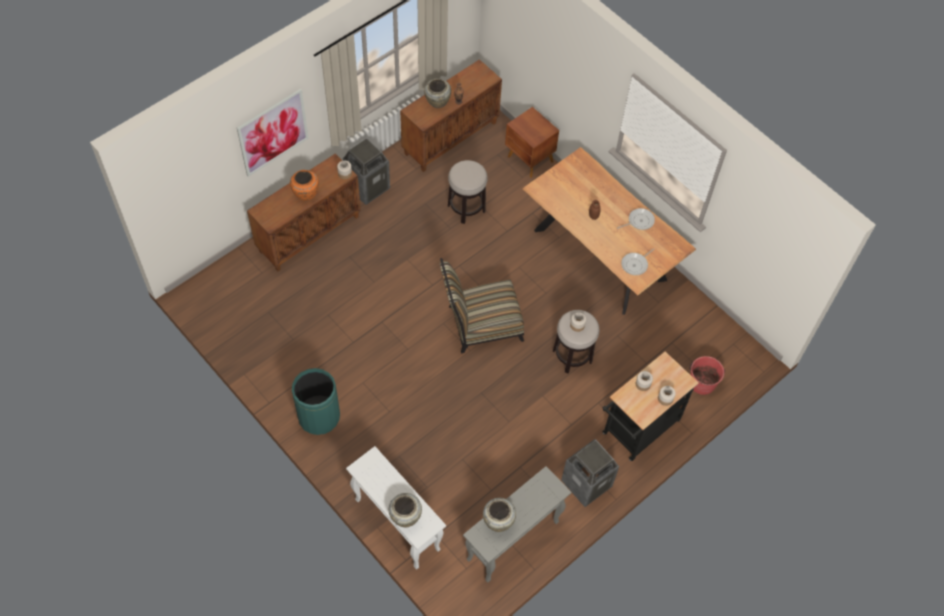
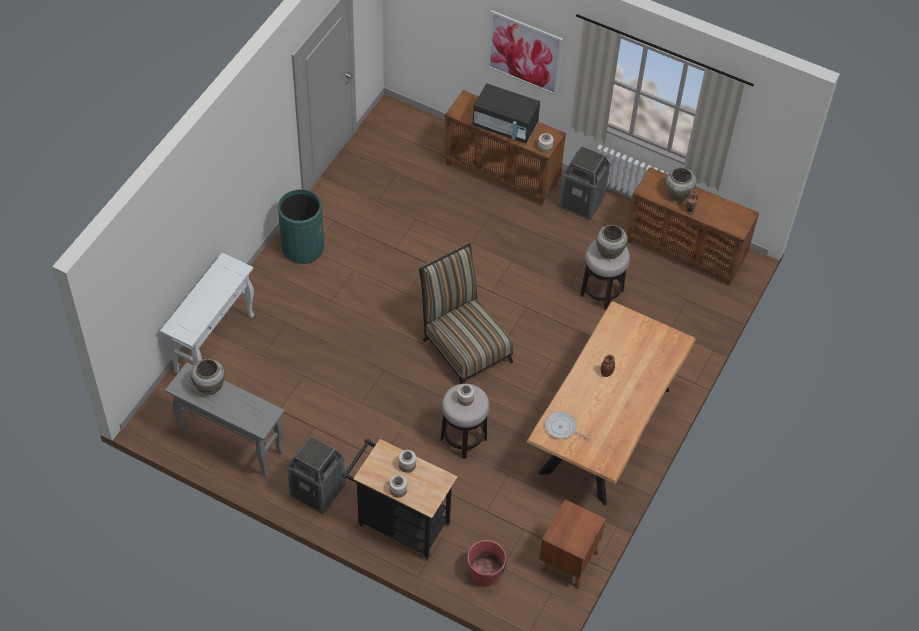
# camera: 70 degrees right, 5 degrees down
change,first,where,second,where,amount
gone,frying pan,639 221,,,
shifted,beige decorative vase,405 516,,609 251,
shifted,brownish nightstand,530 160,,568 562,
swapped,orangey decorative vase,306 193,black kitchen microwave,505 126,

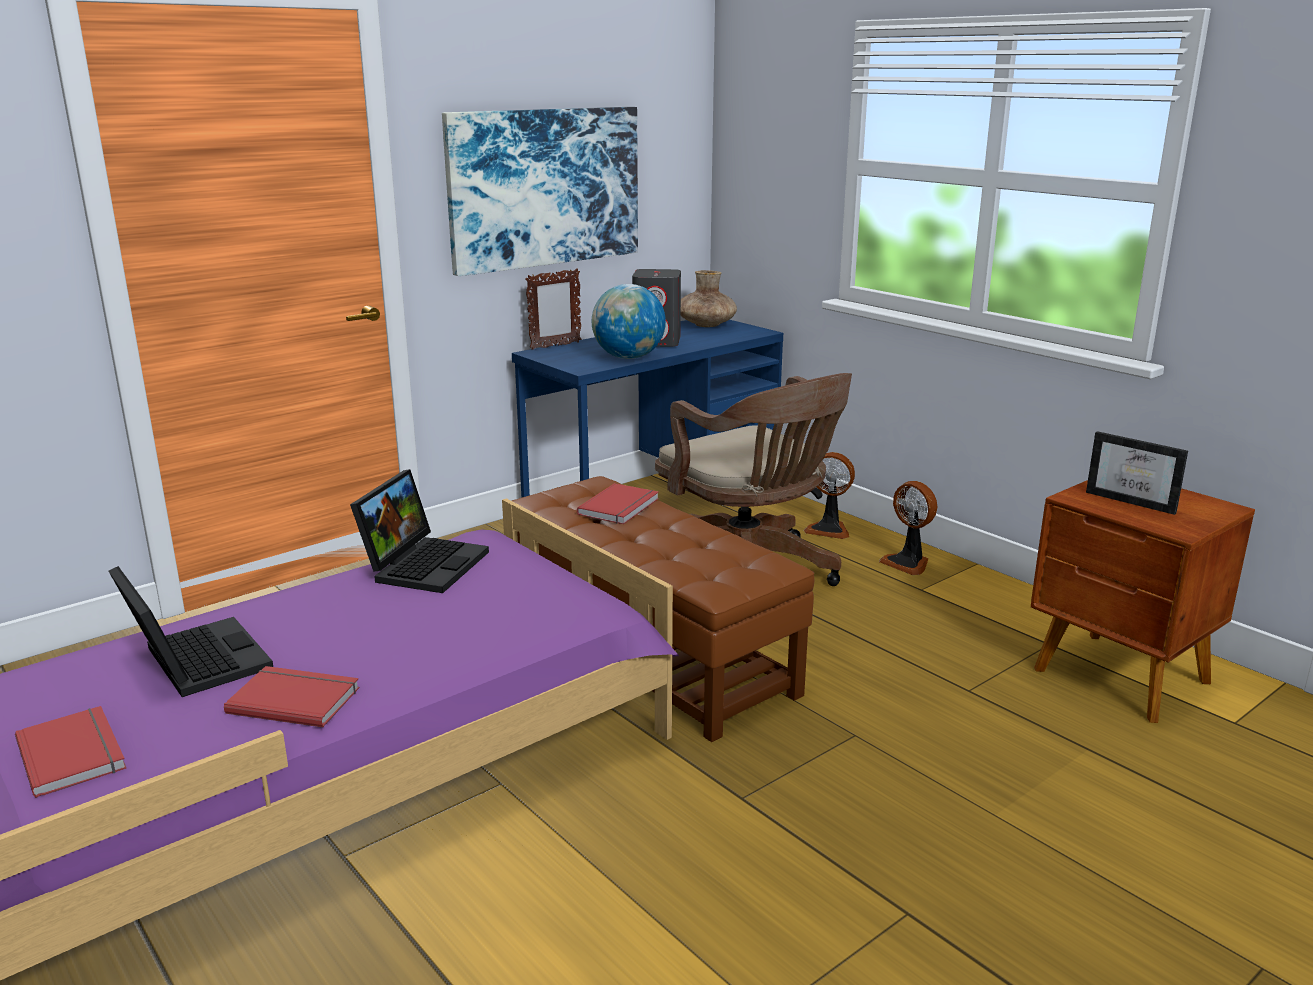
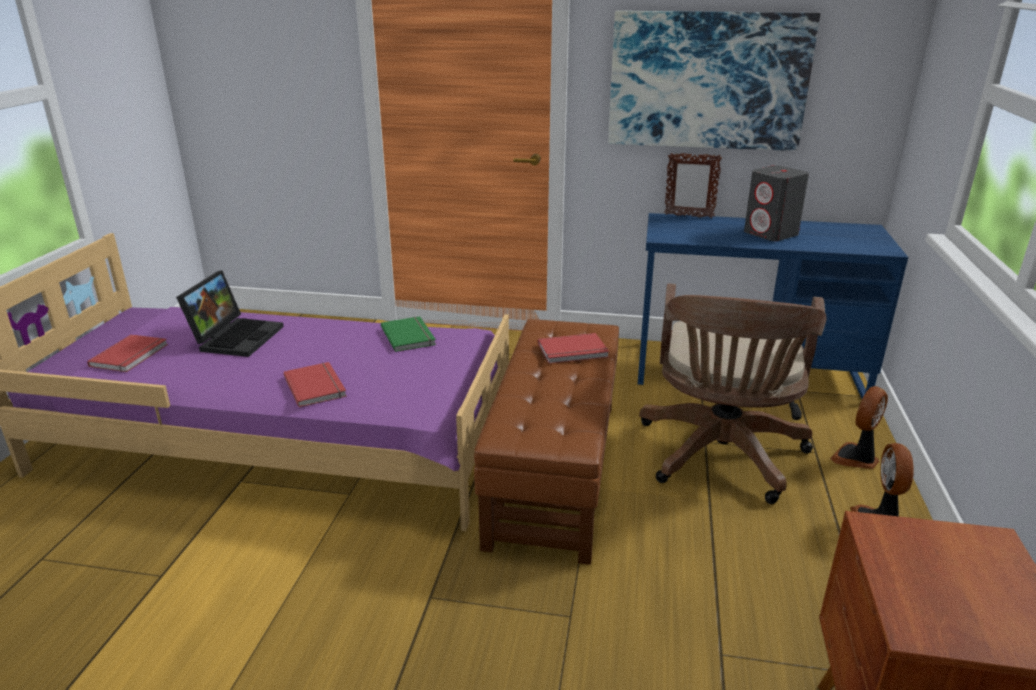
# camera: 50 degrees right, 5 degrees up
change,first,where,second,where,amount
gone,desk globe,628 357,,,
gone,brownish decorative vase,706 325,,,
gone,photo frame,1135 501,,,
shifted,red-coloured volume,295 699,,317 386,
swapped,portable computer,424 564,green volume,410 336,
rotated,electric fan,829 529,,856 458,60 degrees clockwise

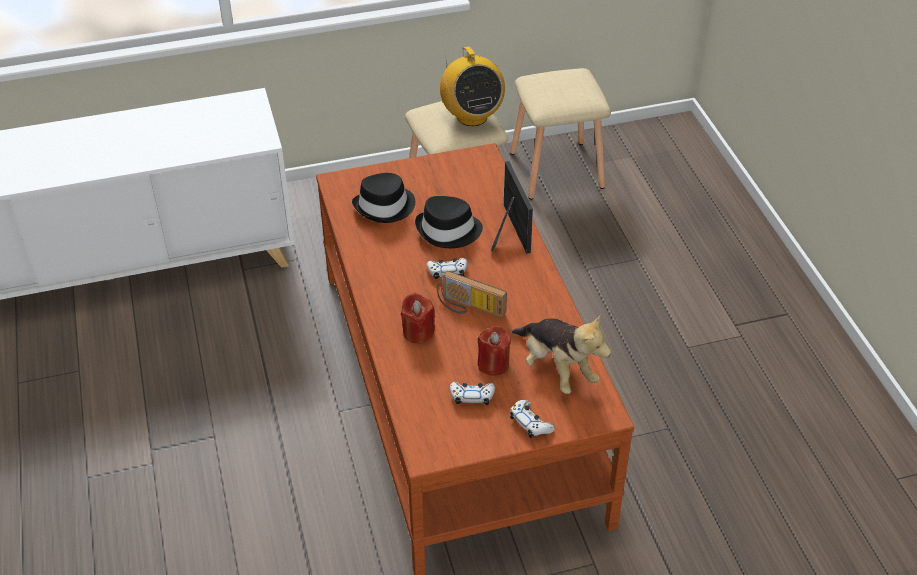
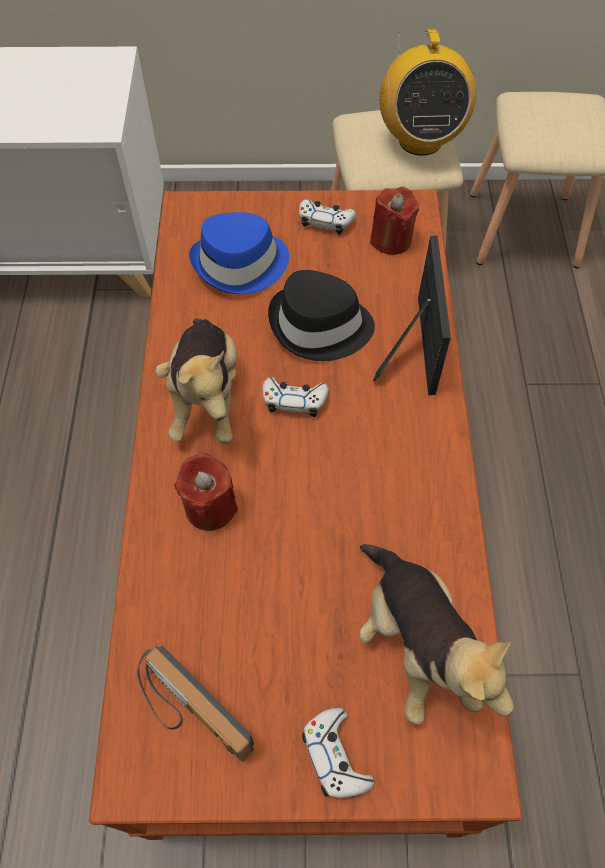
# camera: 15 degrees right, 15 degrees up
change,first,where,second,where,amount
new,,,plush toy,206 397,
shifted,radio set,469 308,,190 716,
shifted,whitish gamepad,472 396,,326 221,
shifted,red-coloured wax light,493 364,,391 240,
repainted,black hat,385 206,blue hat,241 264,

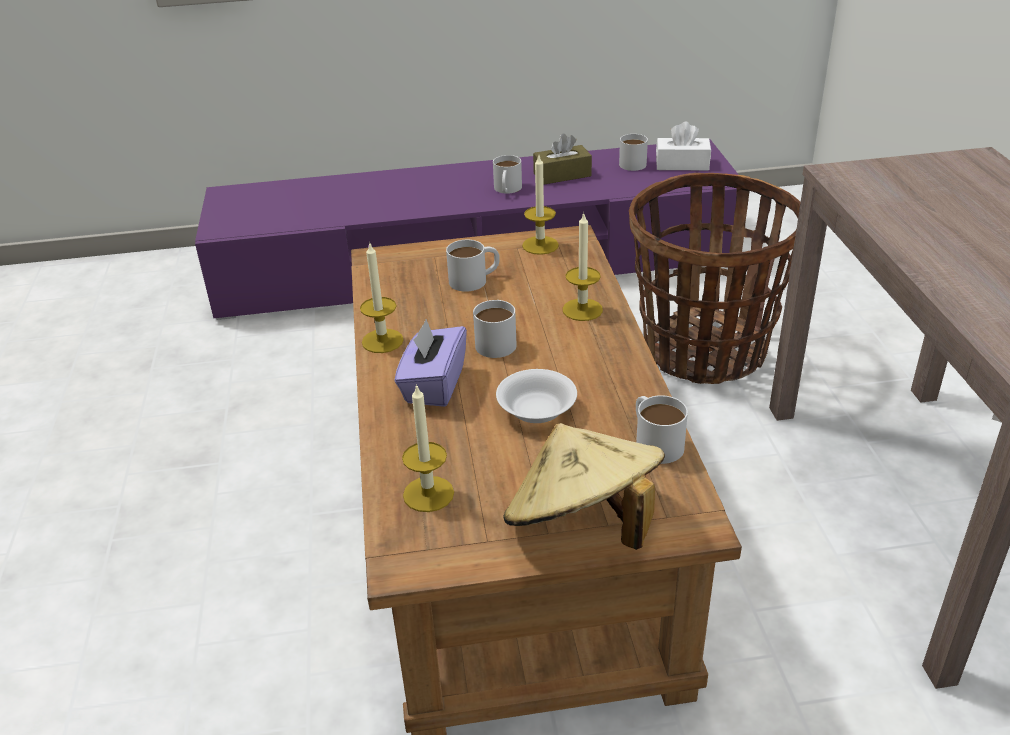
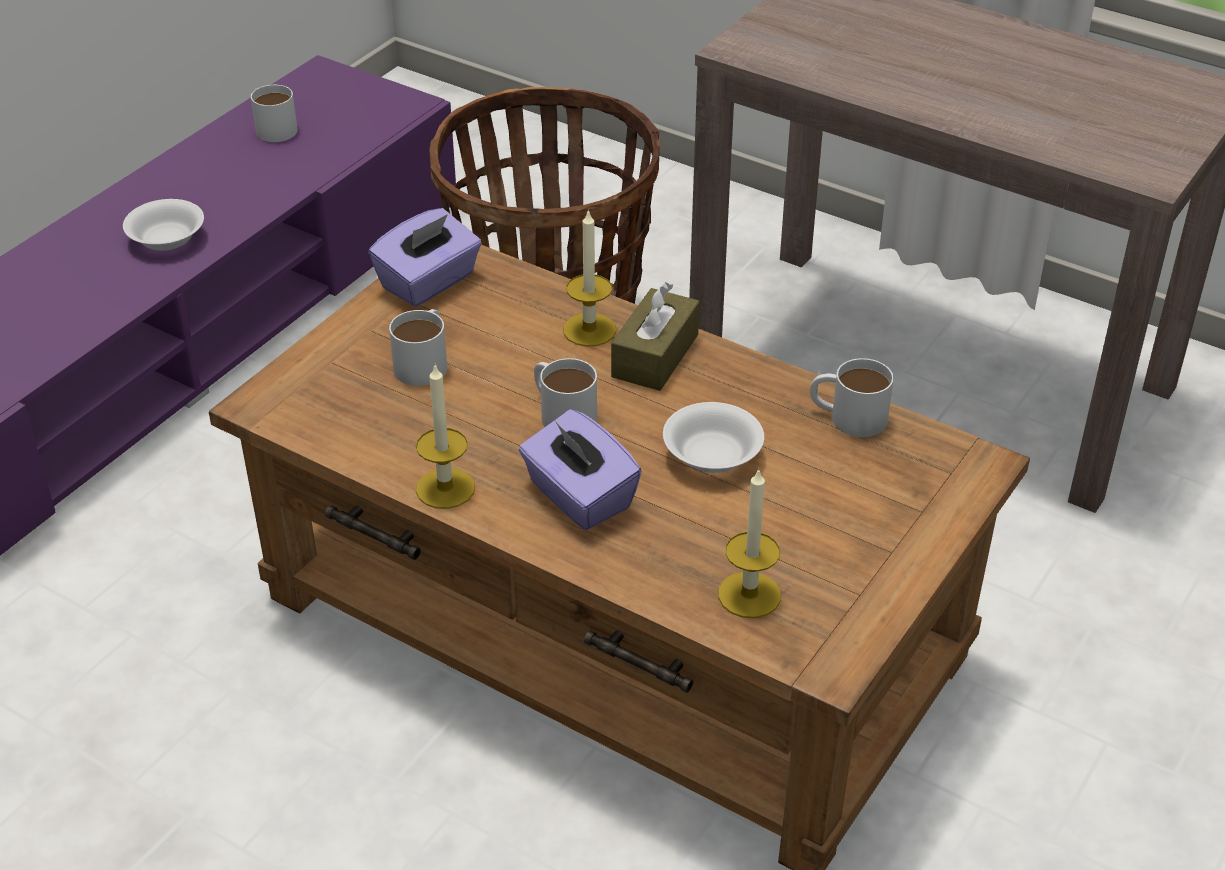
# camera: 50 degrees left, 5 degrees up
change,first,where,second,where,amount
gone,beige hat,583 525,,,
gone,whitish tissue holder,682 164,,,
shifted,brownish tissue holder,562 175,,655 356,
swapped,whitish coffee mug,507 189,whitish serving bowl,168 239,
swapped,wax light,540 245,purplish tissue holder,429 282,

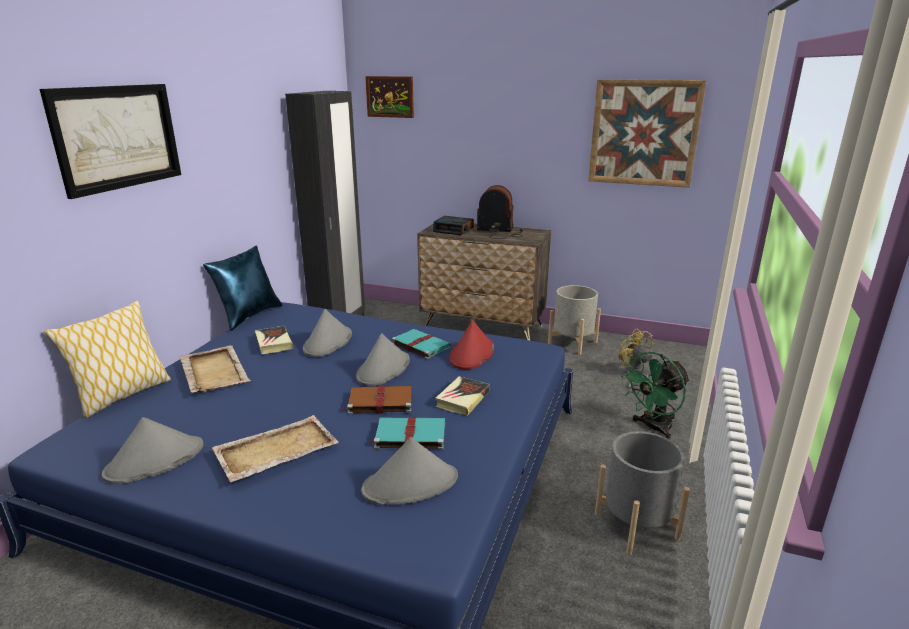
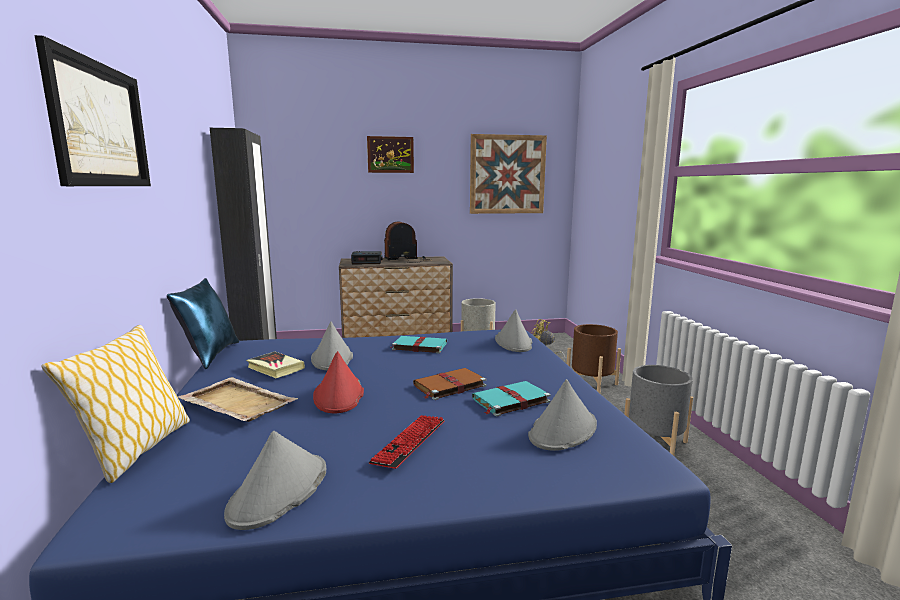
# camera: 30 degrees left, 10 degrees down
change,first,where,second,where,amount
gone,volume,462 399,,,
shifted,greyish hat,383 369,,513 342,
shifted,wall picture,390 97,,390 154,
shifted,red-coloured hat,472 354,,339 395,
swapped,beige serving tray,275 450,PC keyboard,409 442,
swapped,green electric fan,652 428,brownish flower pot,591 384,

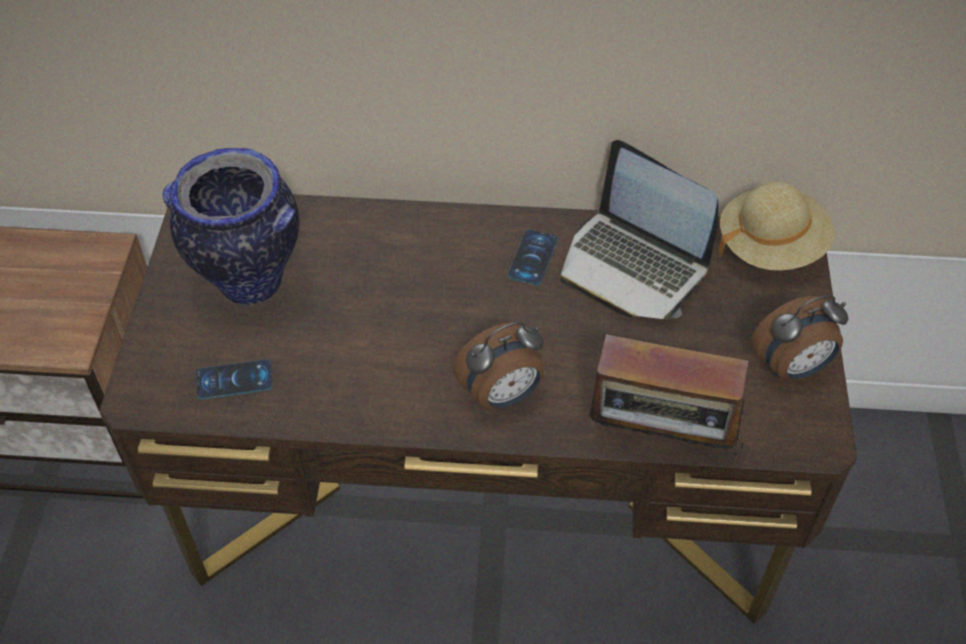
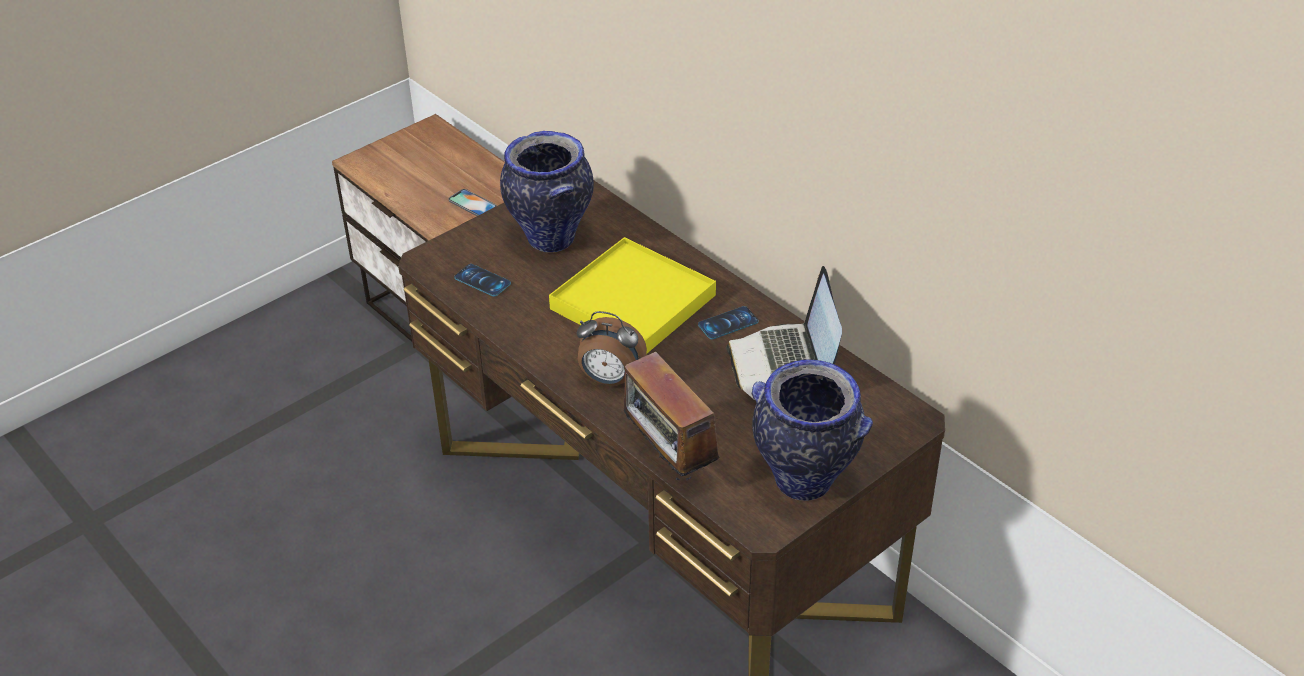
# camera: 45 degrees right, 10 degrees down
change,first,where,second,where,amount
gone,beige hat,771 246,,,
new,,,phone,472 204,
new,,,yellow serving tray,632 302,
swapped,table clock,791 368,decorative vase,805 482,

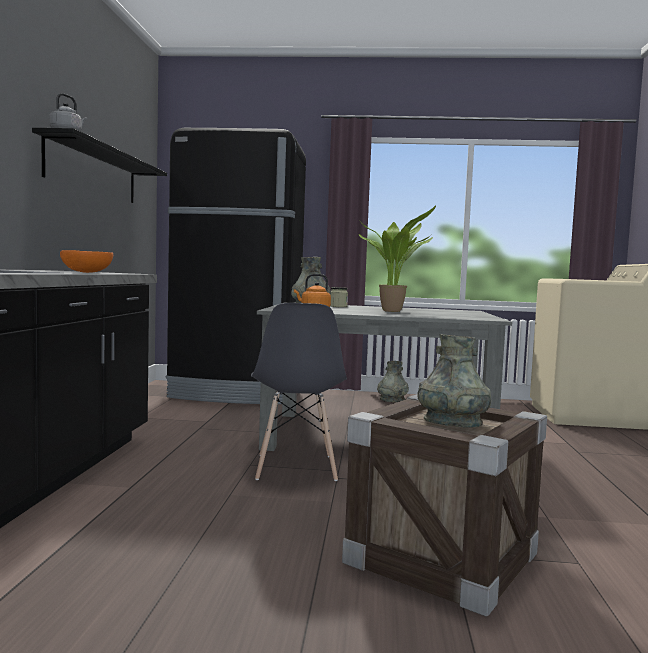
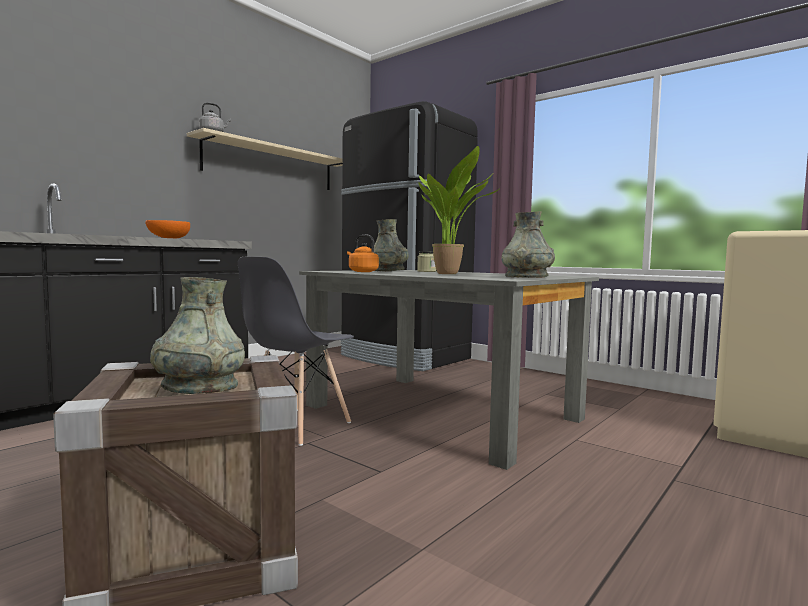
# camera: 35 degrees right, 0 degrees up
change,first,where,second,where,amount
shifted,greyish decorative vase,392 399,,526 277,
repainted,black shelf,94 172,beige shelf,271 166,

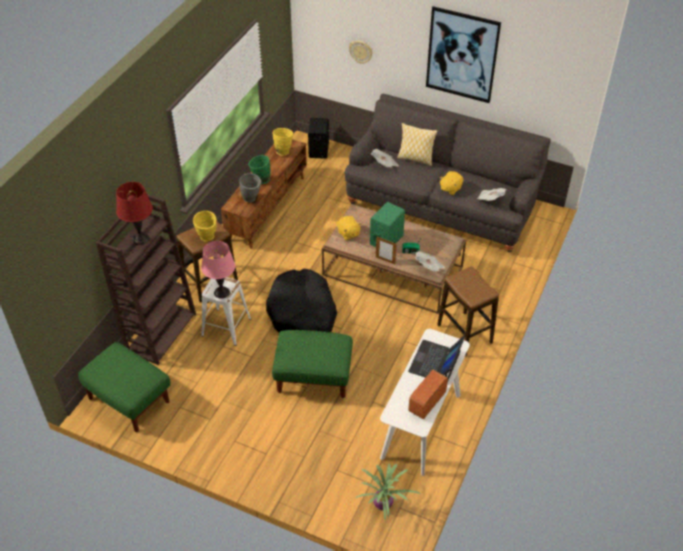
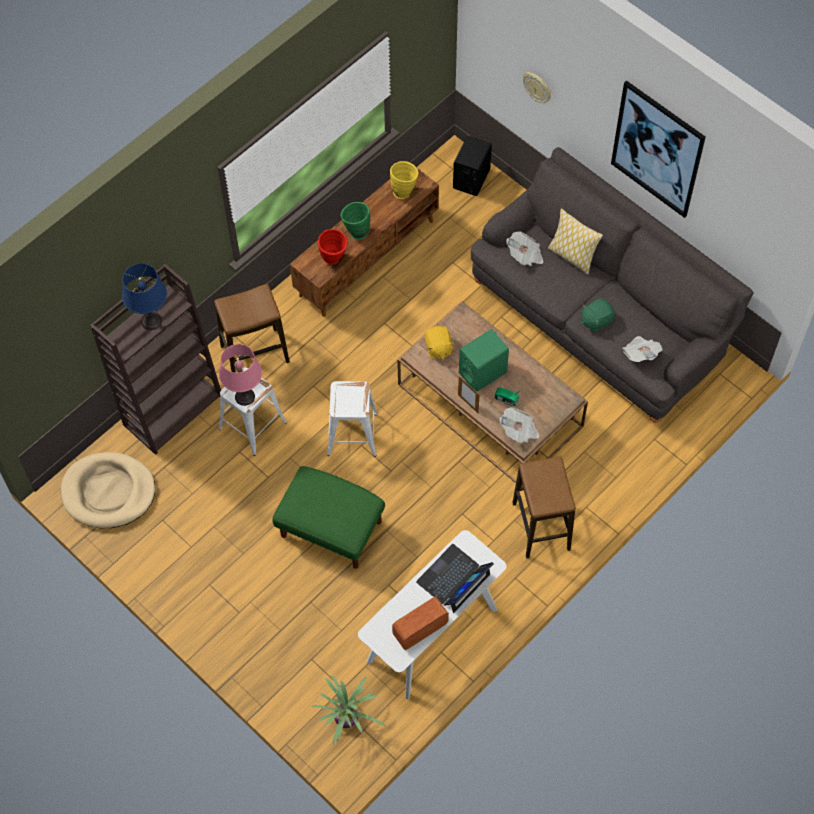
# camera: 20 degrees right, 15 degrees up
change,first,where,second,where,amount
gone,yellow decorative vase,207 239,,,
swapped,green pouffe,129 400,beige dog cushion,108 492,
swapped,black dog cushion,302 313,whitish stool seat,351 434,
repainted,red-coloured tabletop lamp,141 239,blue tabletop lamp,151 321,
repainted,greyish decorative vase,252 199,red-coloured decorative vase,334 260,
repainted,yellow plush toy,450 188,green plush toy,596 320,

